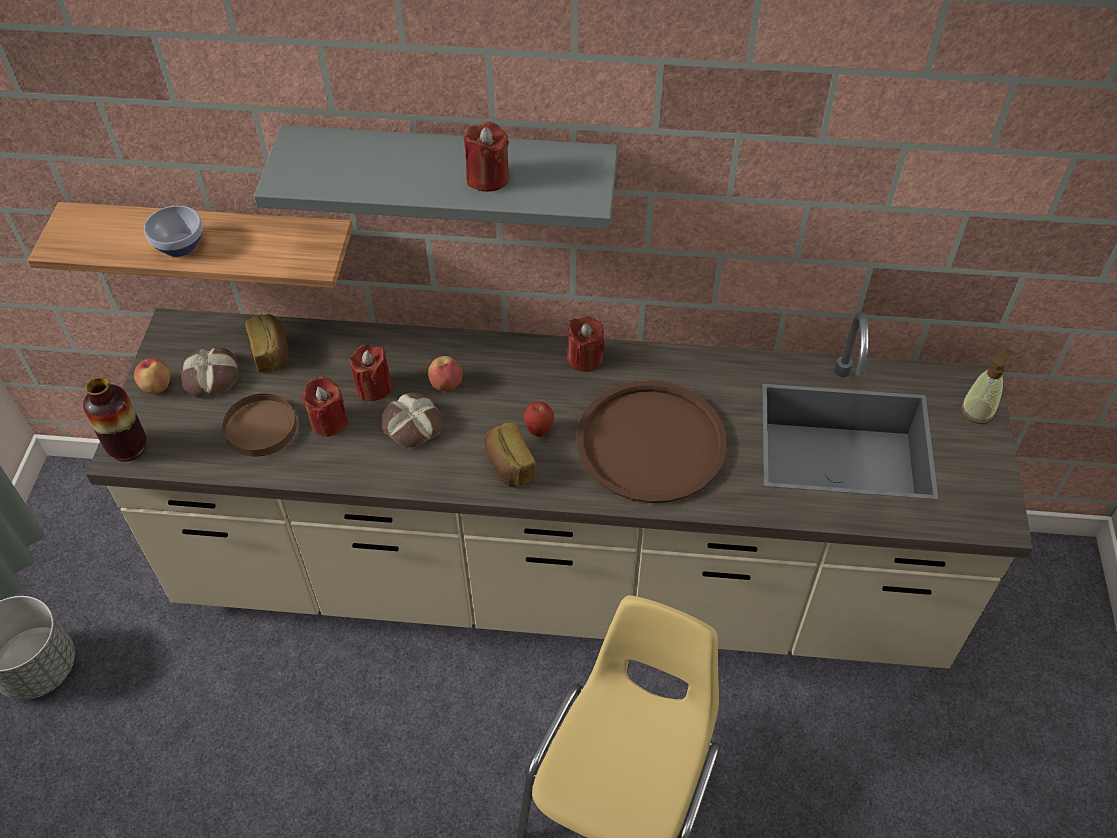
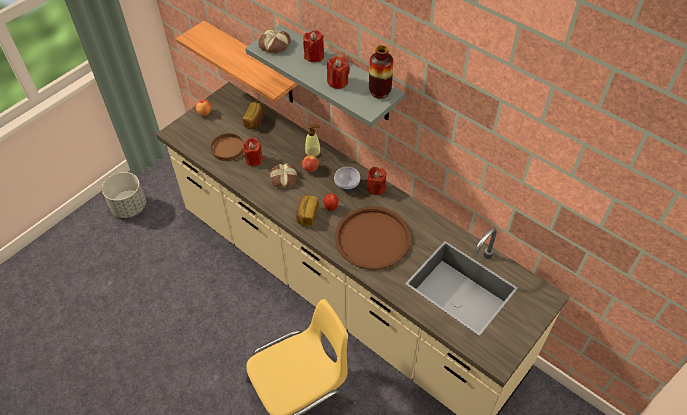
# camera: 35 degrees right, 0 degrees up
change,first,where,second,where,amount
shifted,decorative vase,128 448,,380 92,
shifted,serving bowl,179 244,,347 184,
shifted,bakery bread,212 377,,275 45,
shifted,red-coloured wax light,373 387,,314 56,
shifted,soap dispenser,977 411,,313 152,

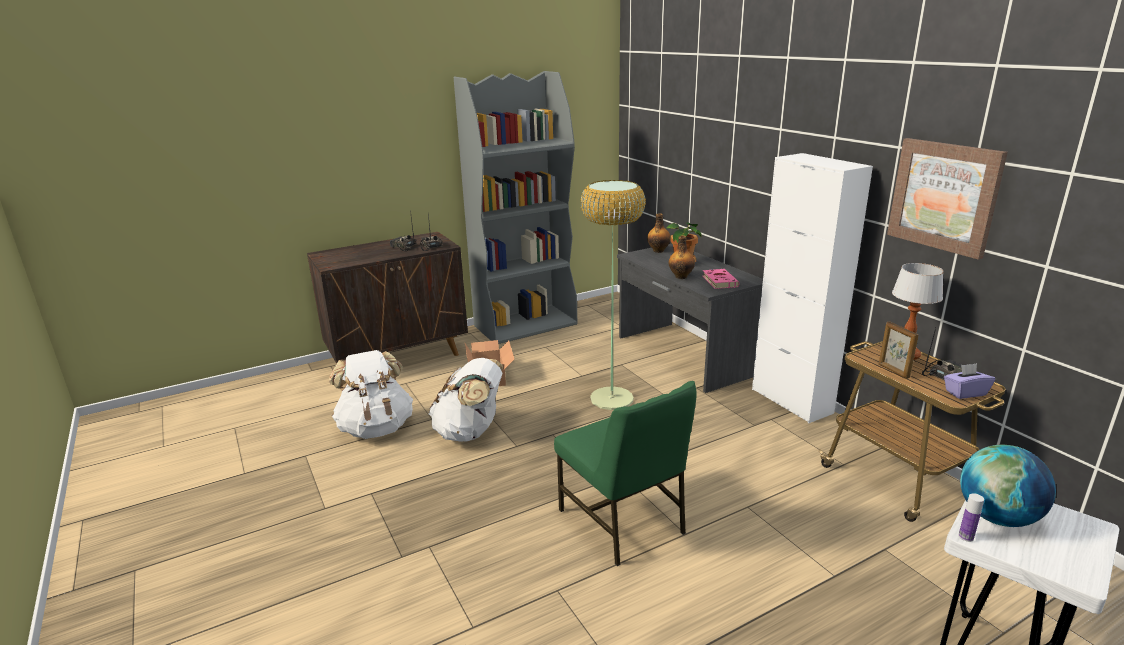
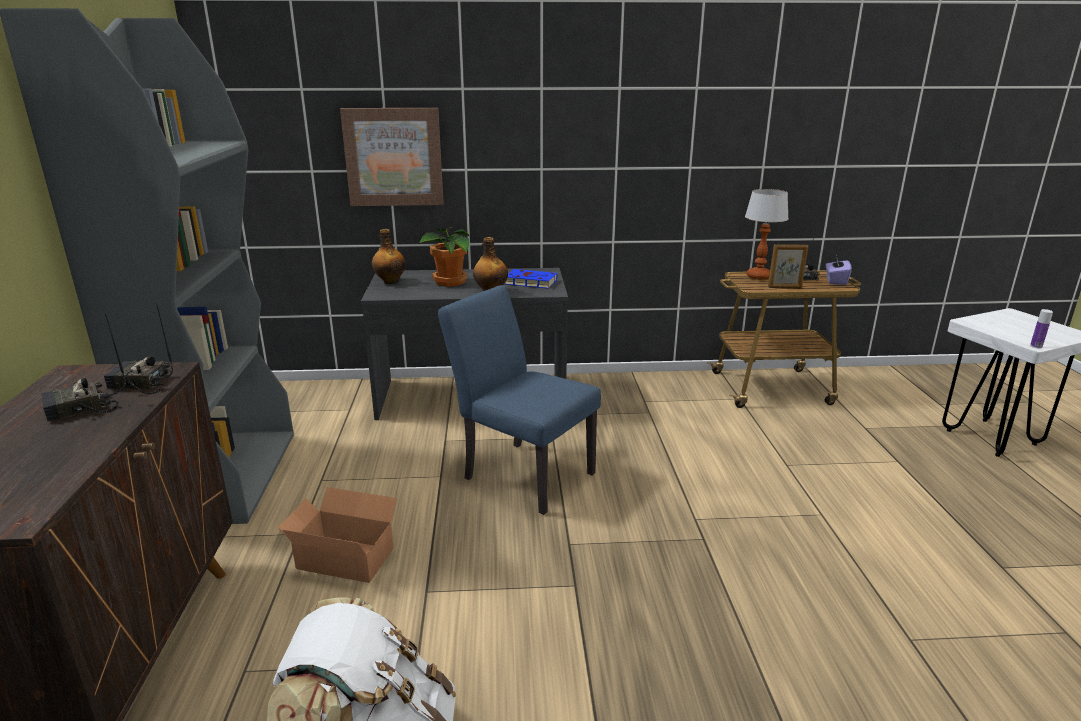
# camera: 65 degrees left, 0 degrees up
change,first,where,second,where,amount
gone,whitish knapsack,470 432,,,
gone,green upright chair,623 522,,,
gone,whitish storage cabinet,791 401,,,
gone,desk globe,997 517,,,
shifted,wall picture,944 196,,394 157,
swapped,standard lamp,612 398,blue upright chair,521 472,
repainted,pinkish volume,719 281,blue volume,529 282,

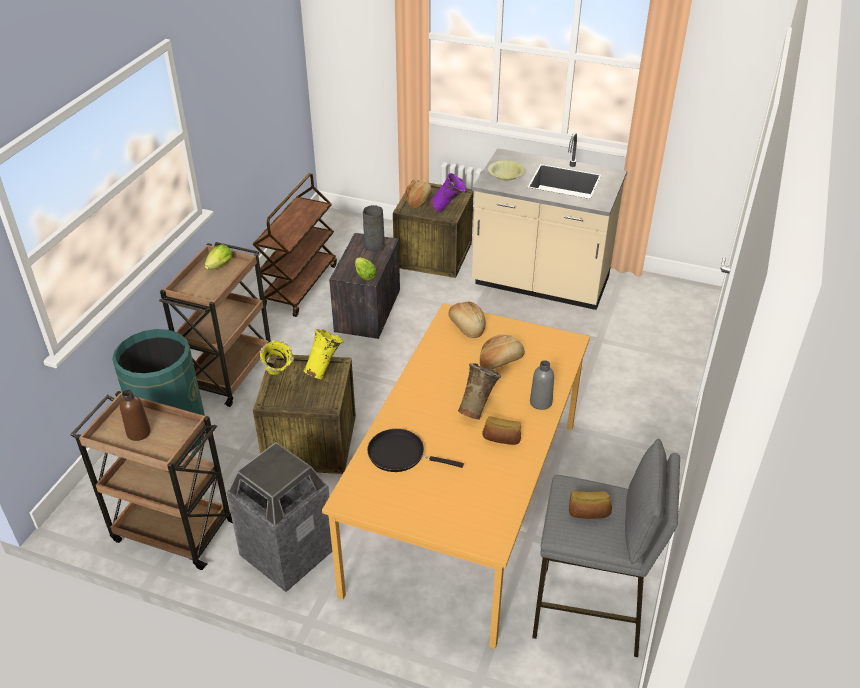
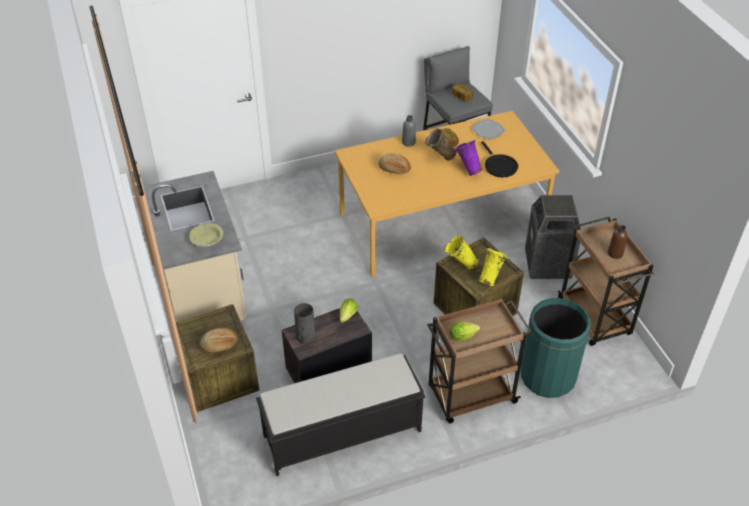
# camera: 130 degrees left, 5 degrees up
change,first,where,second,where,amount
gone,bakery bread,466 327,,,
new,,,dinner plate,488 130,
shifted,purplish decorative vase,448 210,,467 170,
swapped,brownish trolley,299 285,black bench,341 433,

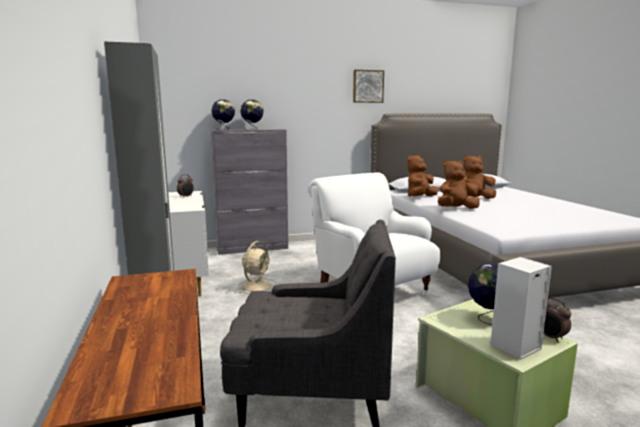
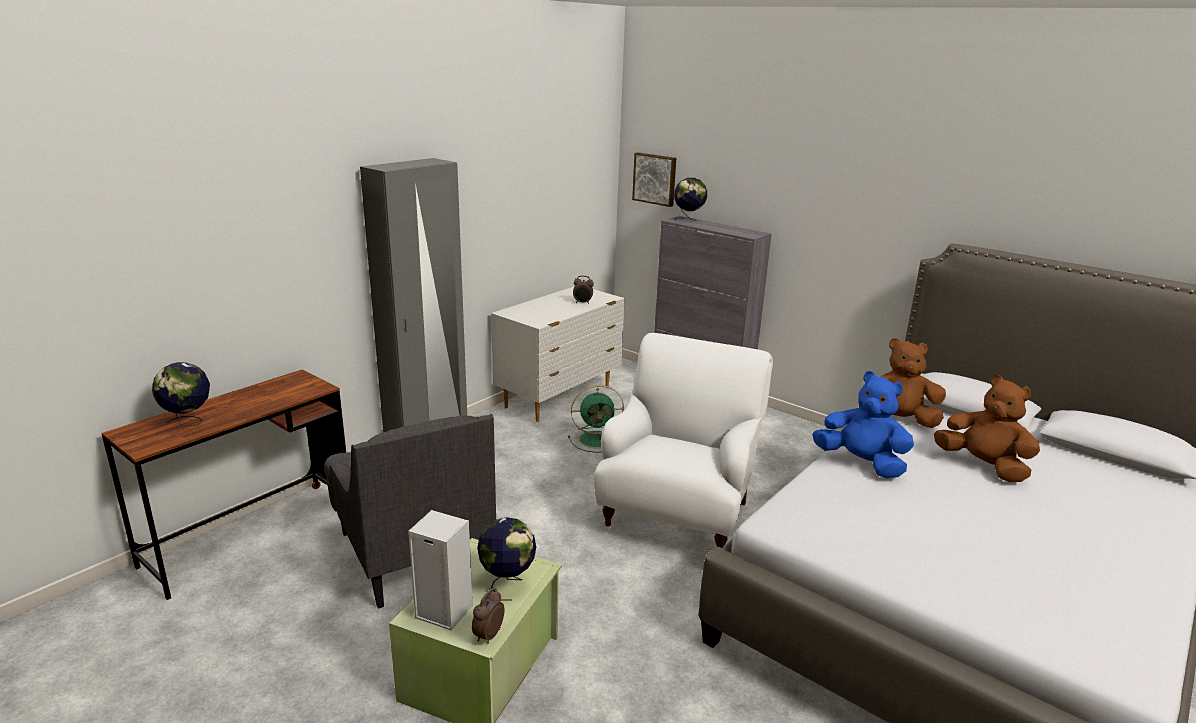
# camera: 55 degrees right, 10 degrees up
change,first,where,second,where,amount
shifted,desk globe,252 129,,188 423,
shifted,wall picture,367 86,,655 179,
repainted,beige electric fan,257 286,green electric fan,598 440,
repainted,brownish plush toy,456 209,blue plush toy,861 463,

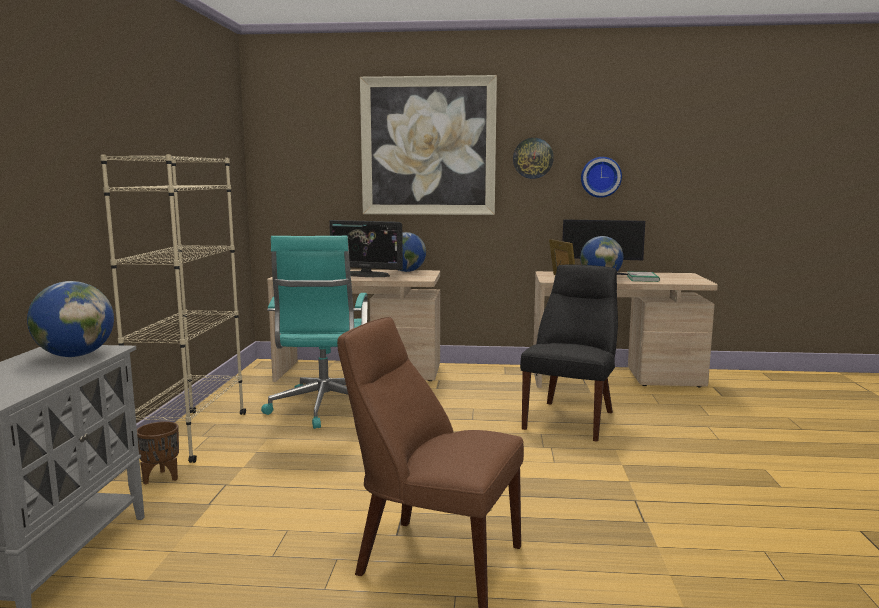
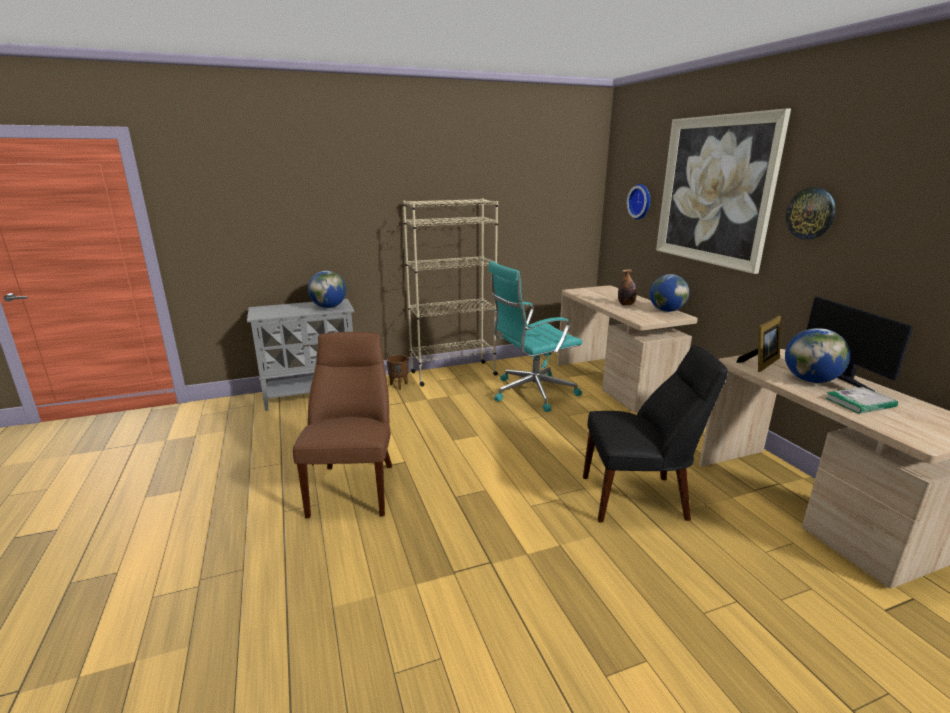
# camera: 65 degrees right, 10 degrees up
change,first,where,second,where,amount
shifted,wall clock,600 177,,641 201,
swapped,computer screen,366 275,bottle,626 304,

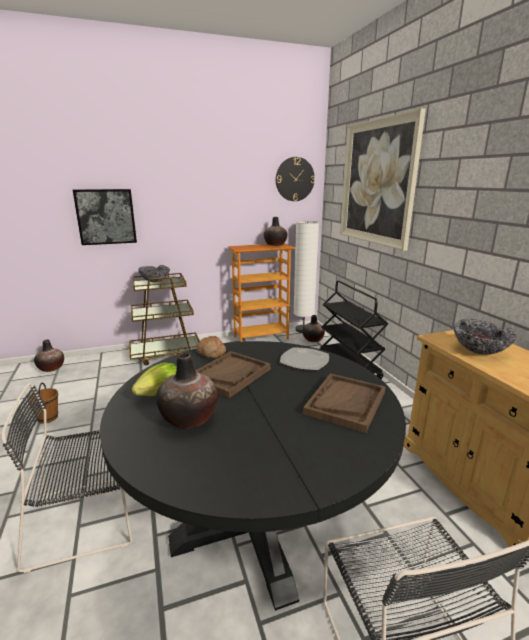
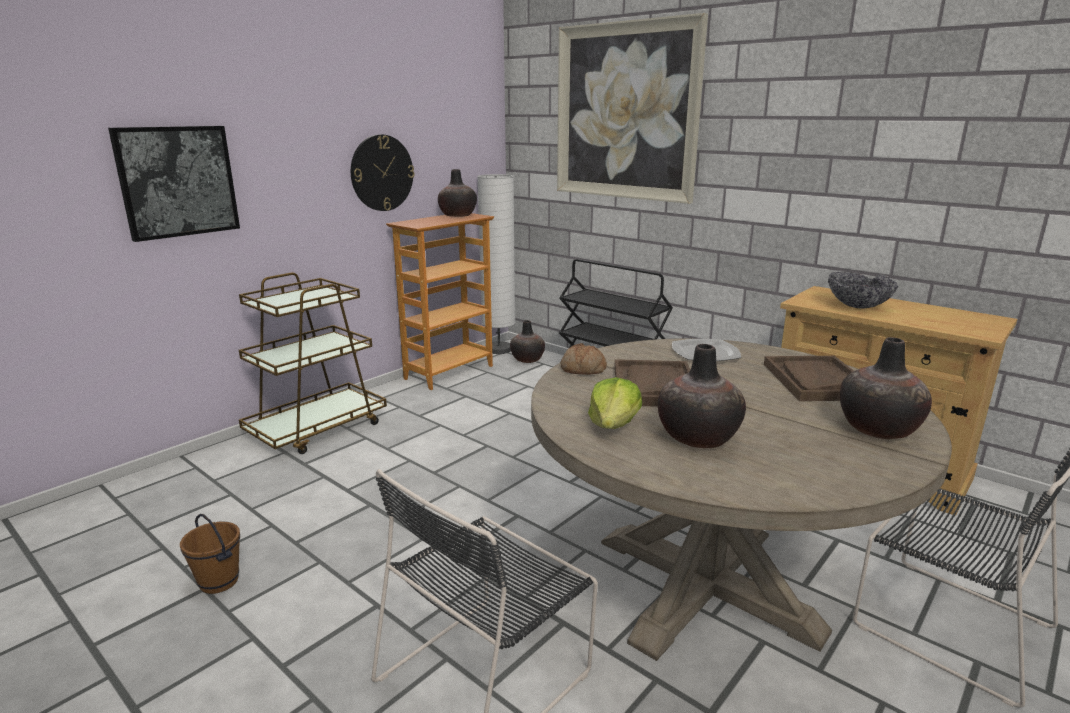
# camera: 30 degrees left, 0 degrees up
change,first,where,second,where,amount
gone,serving bowl,155 281,,,
shifted,decorative vase,51 368,,878 429,
shifted,wall clock,295 179,,382 173,
repainted,black dining table,255 522,beige dining table,705 584,

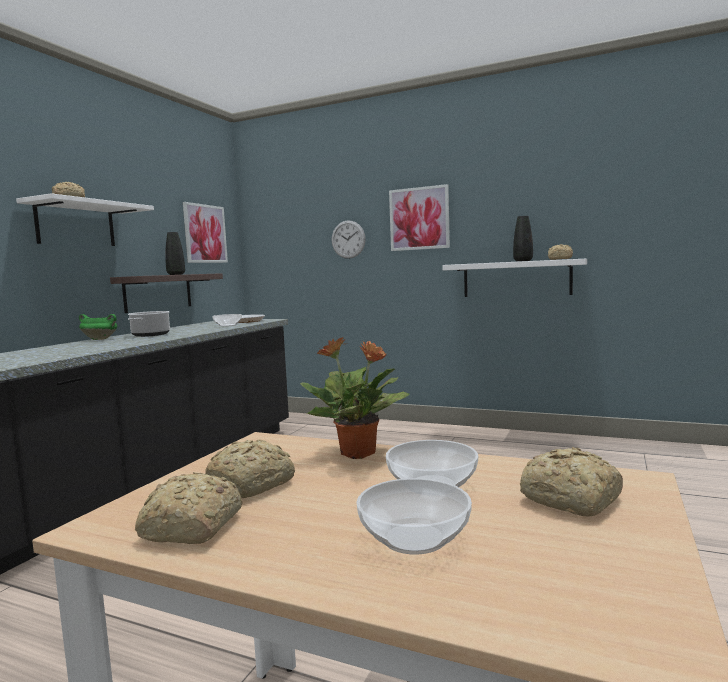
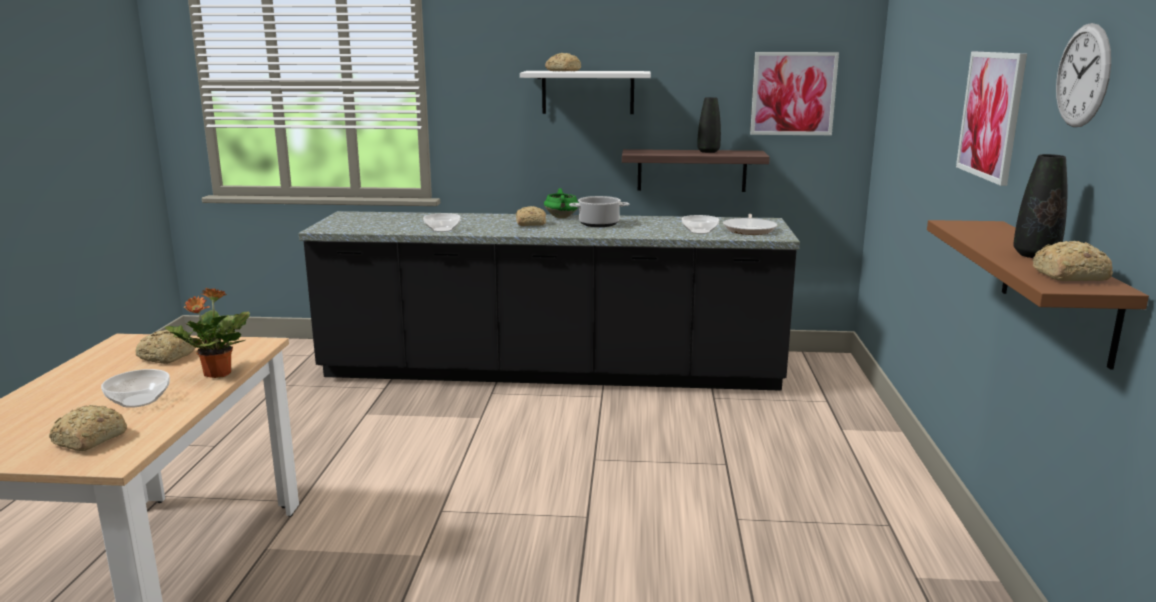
# camera: 70 degrees right, 10 degrees up
change,first,where,second,where,amount
shifted,bakery bread,190 528,,529 224,
shifted,wall clock,348 239,,1083 76,
shifted,serving bowl,412 538,,442 229,
repainted,whitish shelf,516 279,brownish shelf,1057 289,

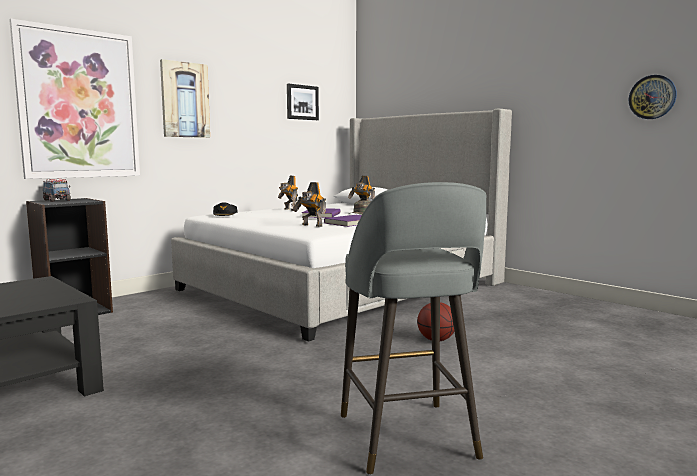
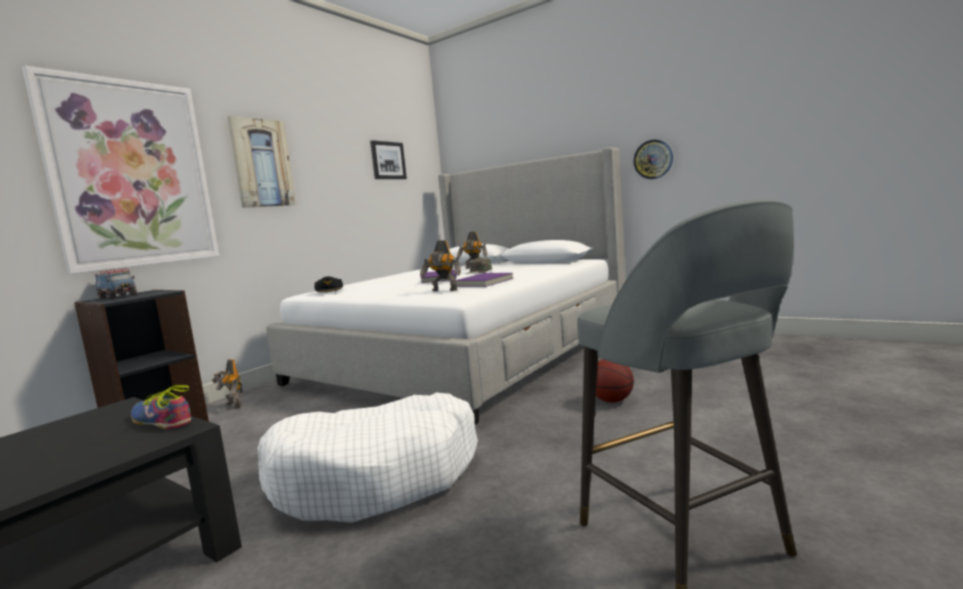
# camera: 10 degrees left, 0 degrees up
change,first,where,second,where,amount
new,,,low shoe,161 420,
new,,,whitish dog cushion,376 476,
shifted,robot figure,289 210,,232 406,
shifted,wall clock,652 97,,653 159,

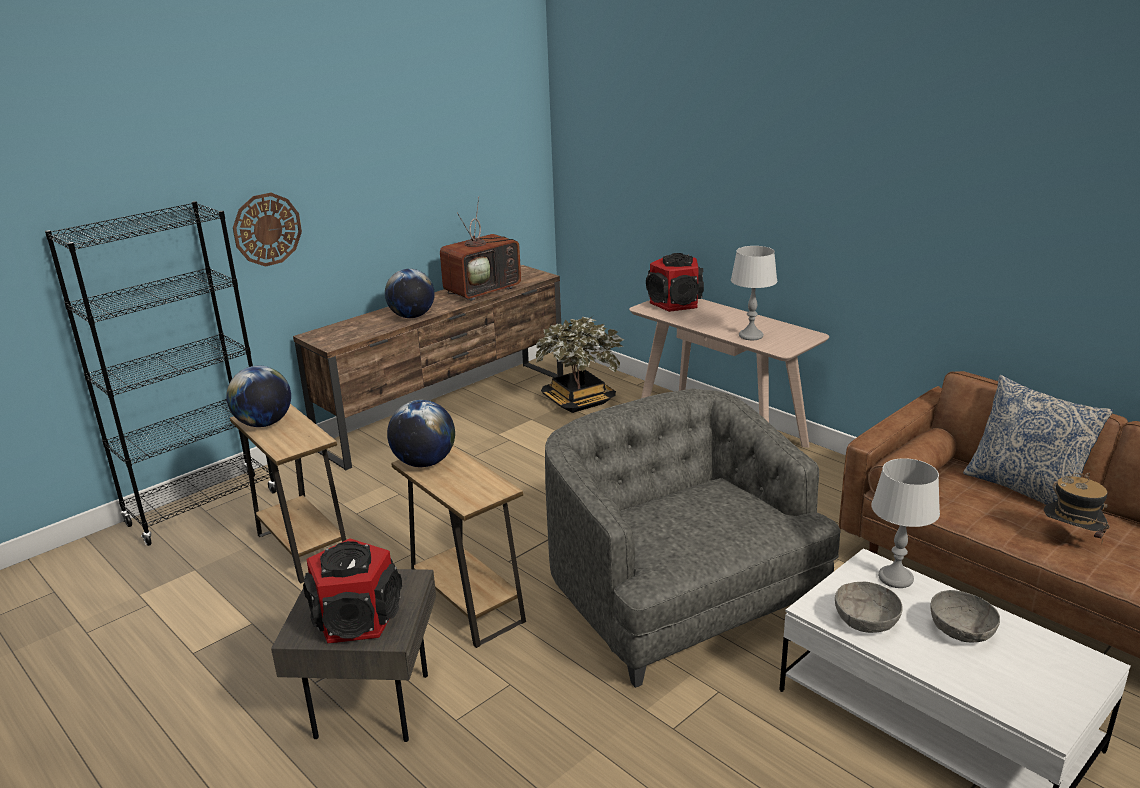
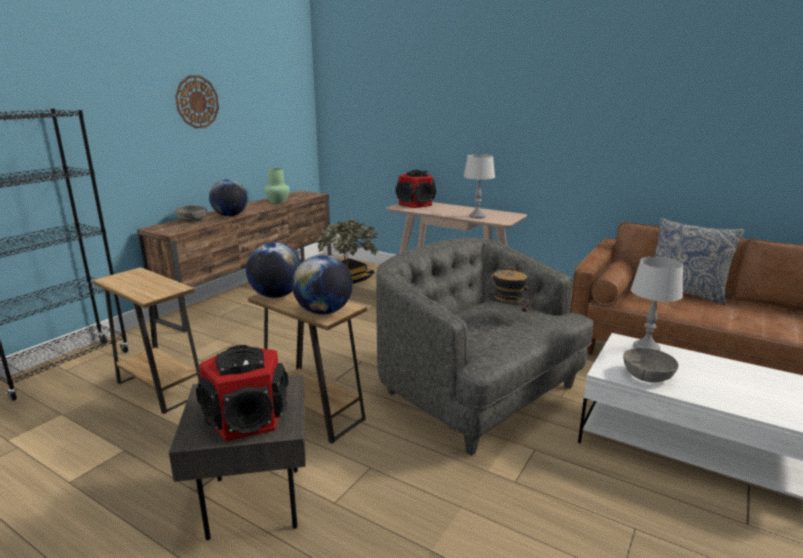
# camera: 15 degrees left, 5 degrees down
change,first,where,second,where,amount
shifted,desk globe,264 423,,324 312,
shifted,wall clock,267 229,,197 102,
shifted,greyish serving bowl,961 631,,192 220,
shifted,hat,1070 540,,507 318,
swapped,TV set,483 290,green decorative vase,277 202,

